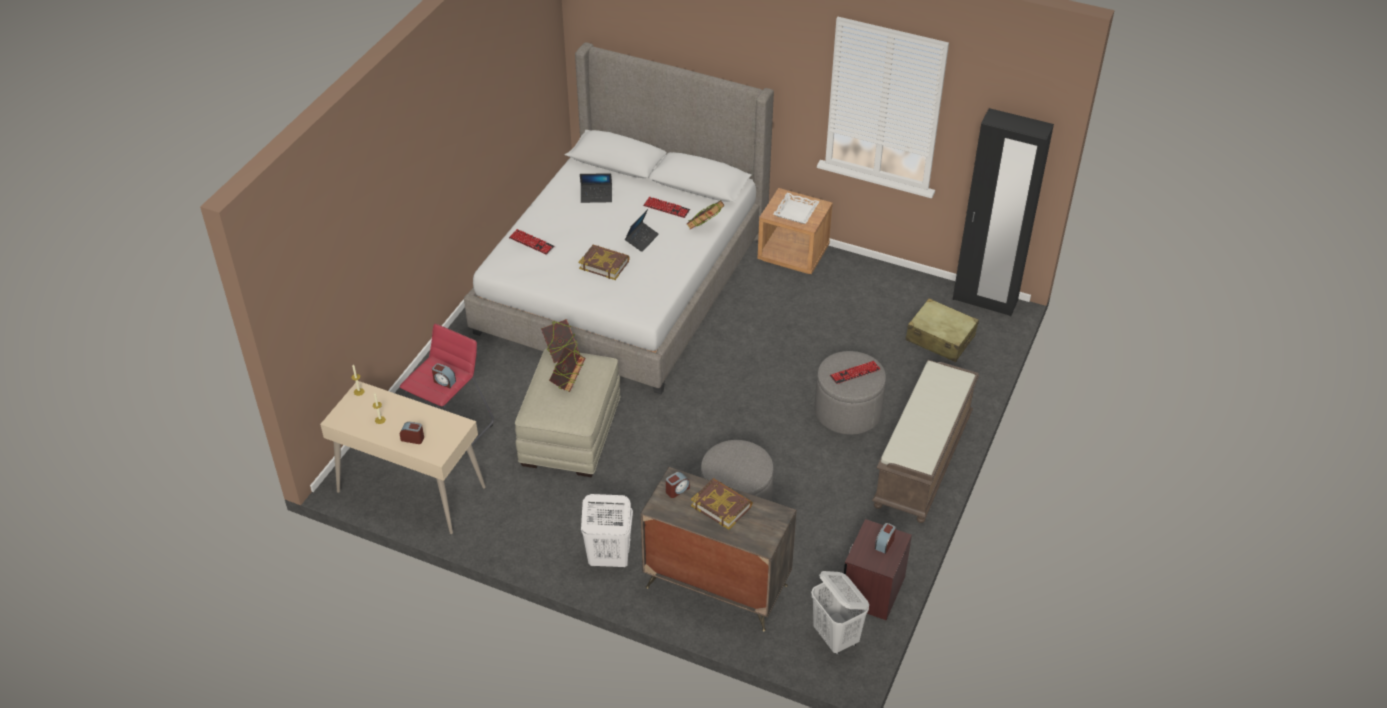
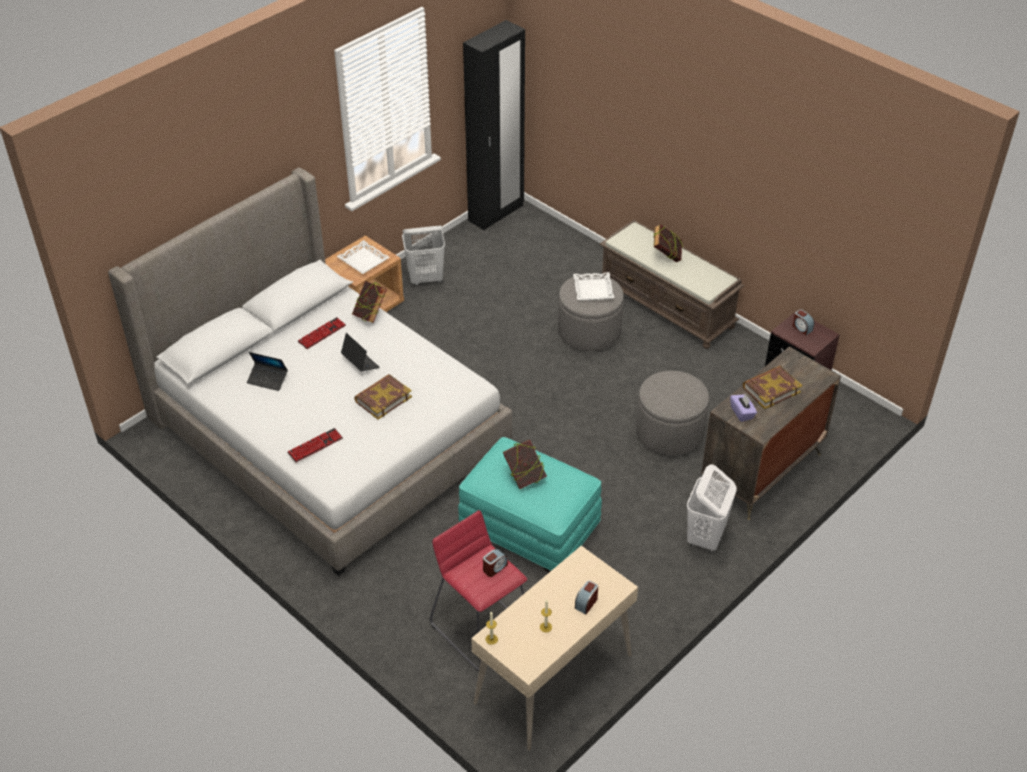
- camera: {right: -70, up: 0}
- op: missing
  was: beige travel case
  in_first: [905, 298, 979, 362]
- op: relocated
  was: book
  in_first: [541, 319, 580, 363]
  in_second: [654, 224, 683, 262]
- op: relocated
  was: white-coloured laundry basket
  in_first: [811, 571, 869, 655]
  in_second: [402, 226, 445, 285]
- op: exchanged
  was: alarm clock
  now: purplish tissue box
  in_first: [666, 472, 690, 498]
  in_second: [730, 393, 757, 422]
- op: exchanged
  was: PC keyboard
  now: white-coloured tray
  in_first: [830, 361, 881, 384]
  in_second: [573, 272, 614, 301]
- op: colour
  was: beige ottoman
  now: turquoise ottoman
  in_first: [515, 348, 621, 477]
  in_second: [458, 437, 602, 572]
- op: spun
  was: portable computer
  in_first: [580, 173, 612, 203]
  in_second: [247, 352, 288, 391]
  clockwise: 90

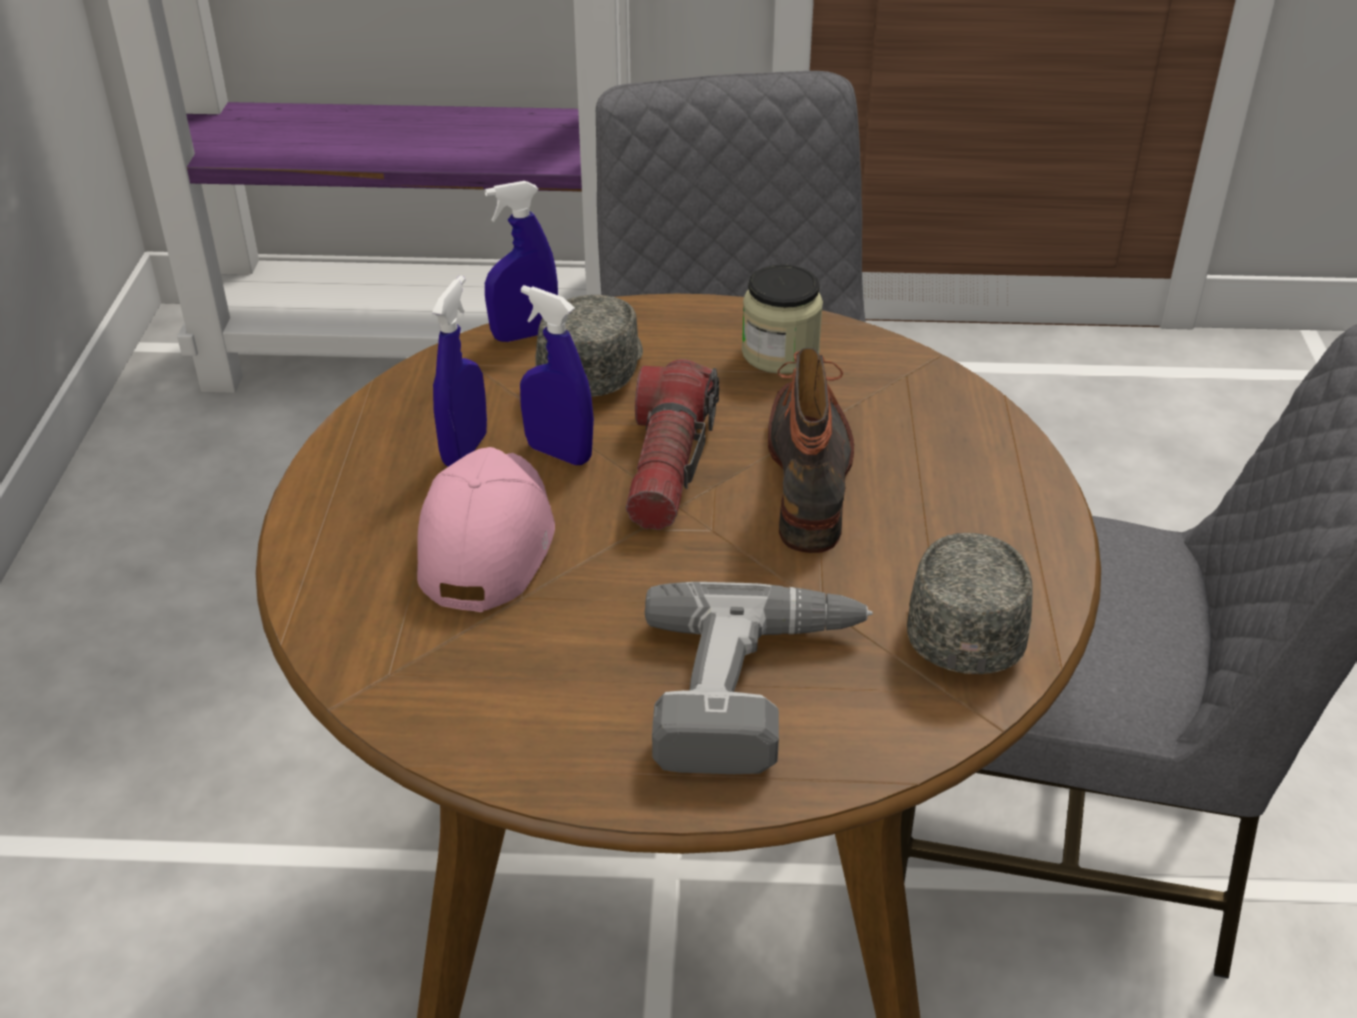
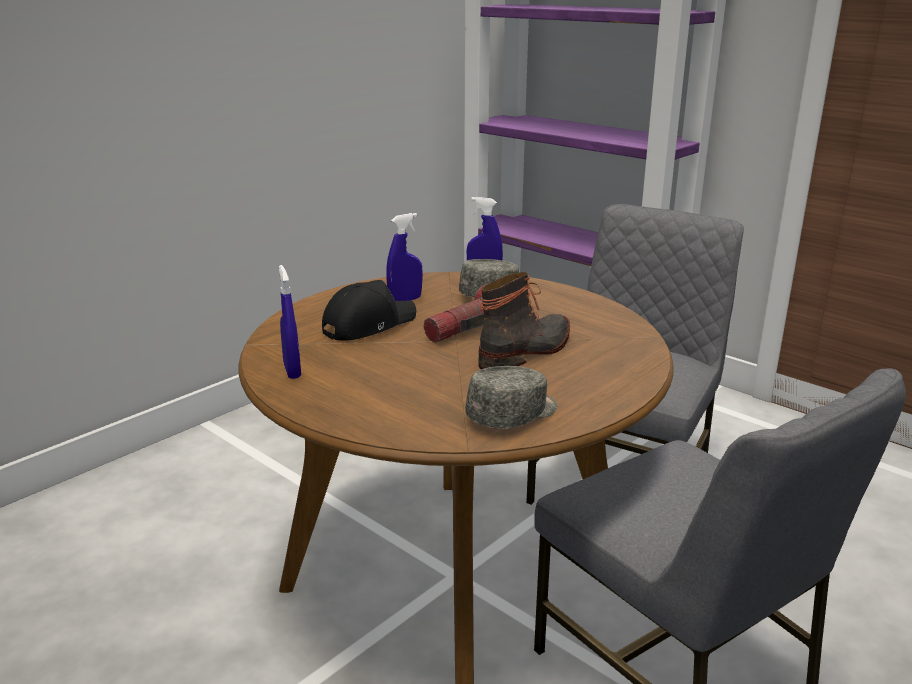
- camera: {right: 40, up: -15}
- op: missing
  was: power drill
  in_first: [645, 582, 873, 774]
- op: missing
  was: storage jar
  in_first: [742, 264, 823, 374]
- op: relocated
  was: bluish hand sprayer
  in_first: [520, 285, 594, 465]
  in_second: [279, 265, 301, 379]
- op: colour
  was: pink-coloured cap
  now: black cap
  in_first: [417, 447, 555, 612]
  in_second: [322, 280, 416, 340]

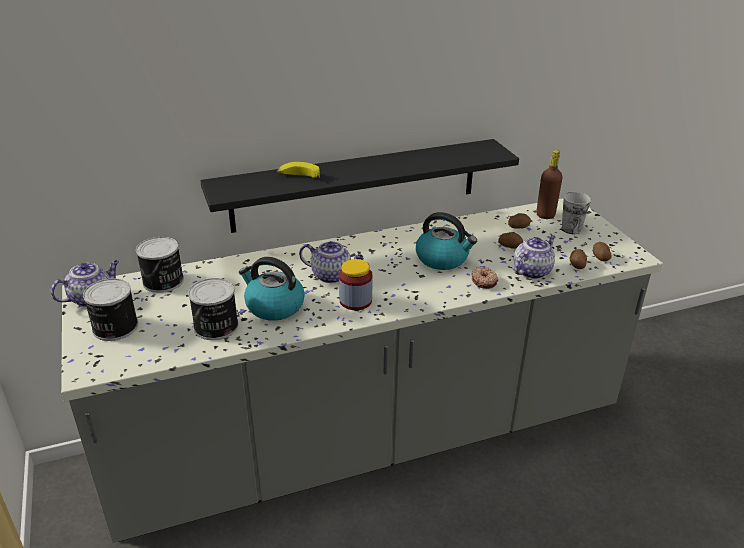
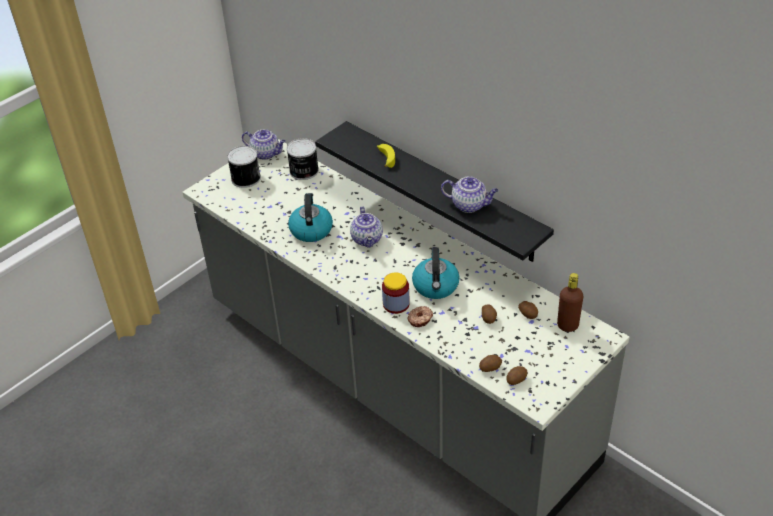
- camera: {right: 65, up: 10}
- op: missing
  was: metal can
  in_first: [188, 278, 239, 340]
- op: missing
  was: small cup
  in_first: [562, 192, 591, 234]
- op: relocated
  was: storage jar
  in_first: [339, 259, 372, 310]
  in_second: [382, 272, 410, 314]
- op: relocated
  was: teapot
  in_first: [514, 235, 556, 279]
  in_second: [441, 176, 499, 213]

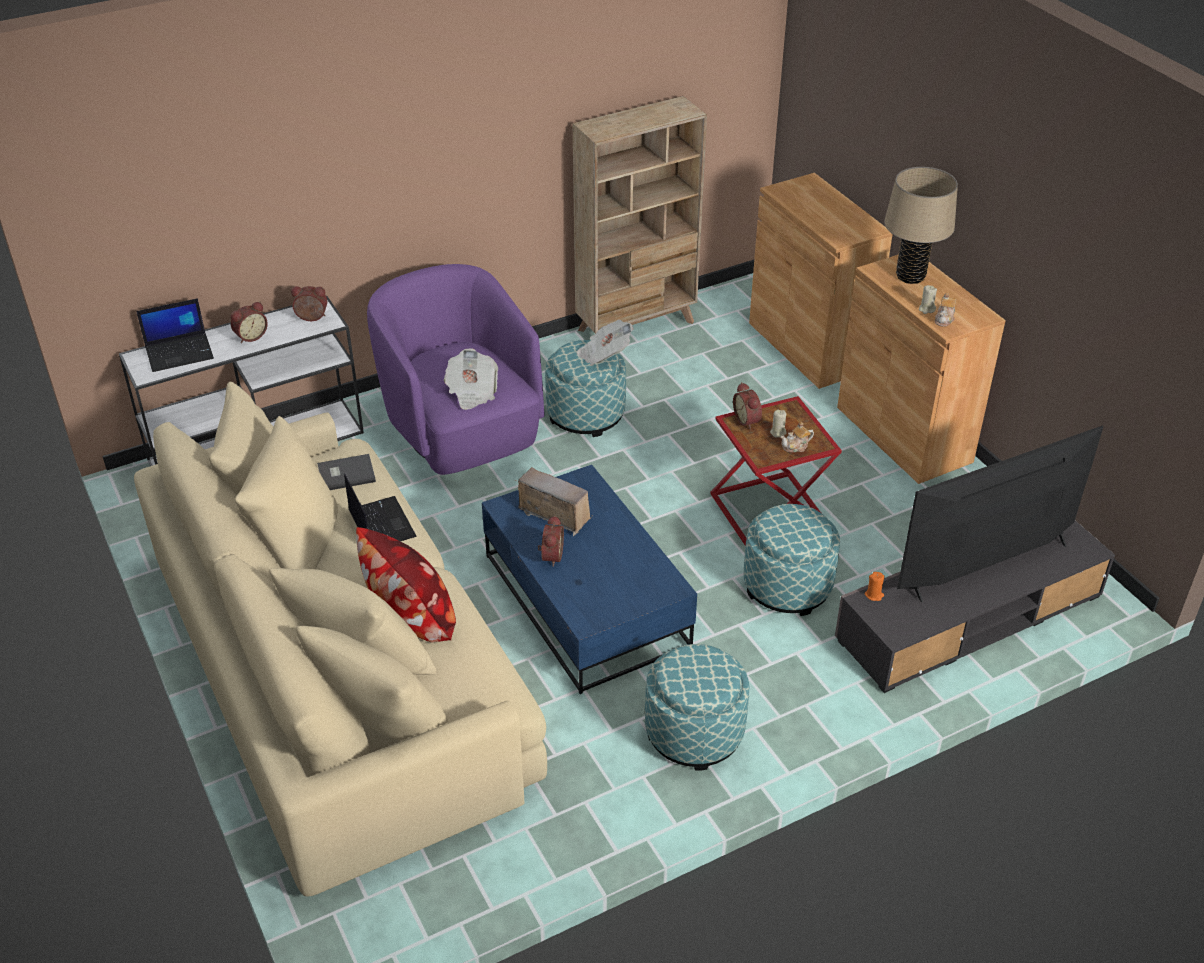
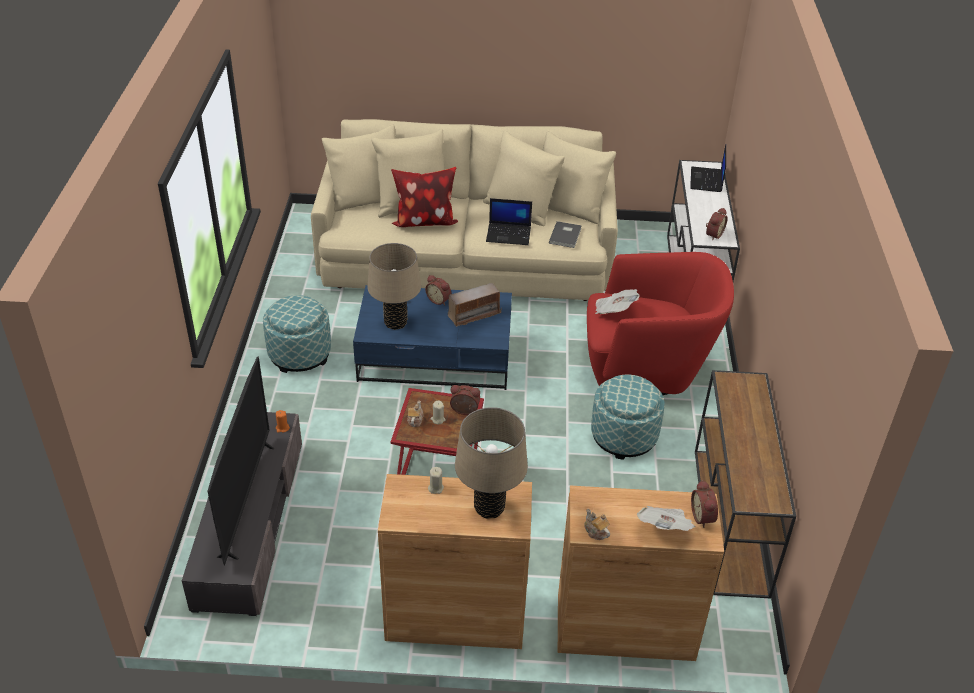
- camera: {right: 120, up: 0}
- op: missing
  was: ottoman
  in_first: [744, 504, 840, 616]
- op: appeared
  now: beige tabletop lamp
  in_second: [367, 243, 421, 330]
- op: relocated
  was: alarm clock
  in_first: [231, 302, 268, 343]
  in_second: [691, 480, 718, 528]
- op: relocated
  was: printed paper
  in_first: [577, 320, 634, 366]
  in_second: [637, 506, 695, 531]
- op: relocated
  was: teapot
  in_first: [935, 293, 956, 327]
  in_second: [584, 509, 610, 540]
- op: exchanged
  was: beige shelving unit
  now: brown narrow table
  in_first: [573, 96, 707, 334]
  in_second: [695, 370, 796, 599]
- op: colour
  was: purplish armchair
  now: red armchair
  in_first: [367, 264, 545, 475]
  in_second: [587, 252, 734, 395]

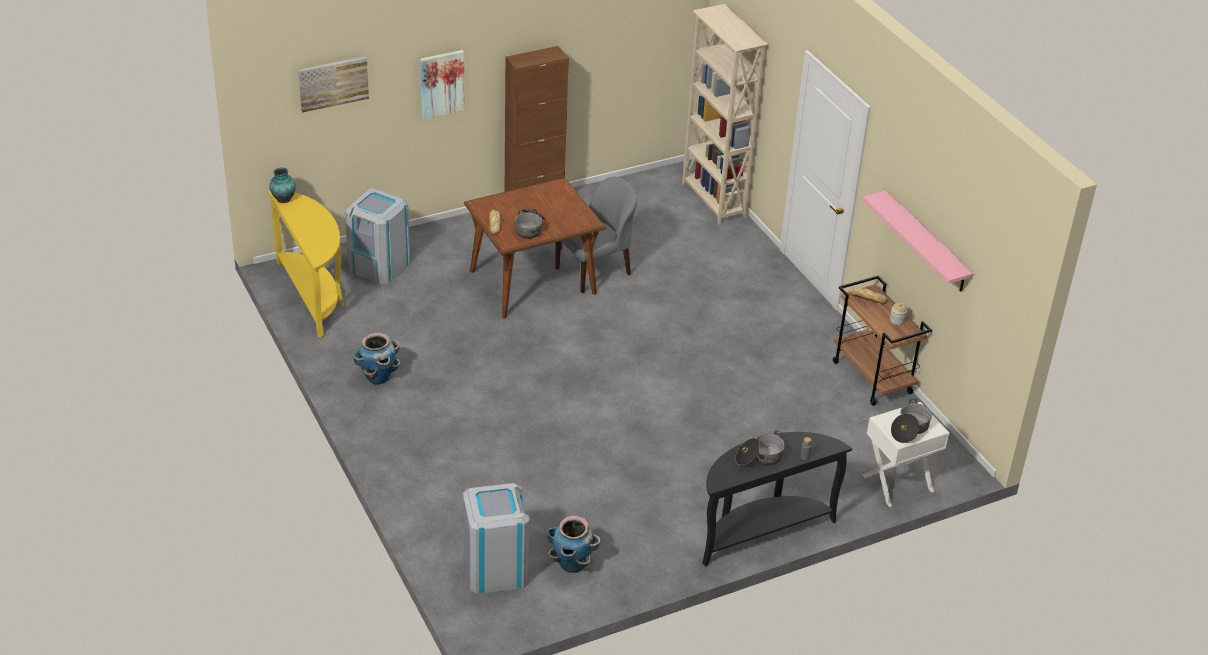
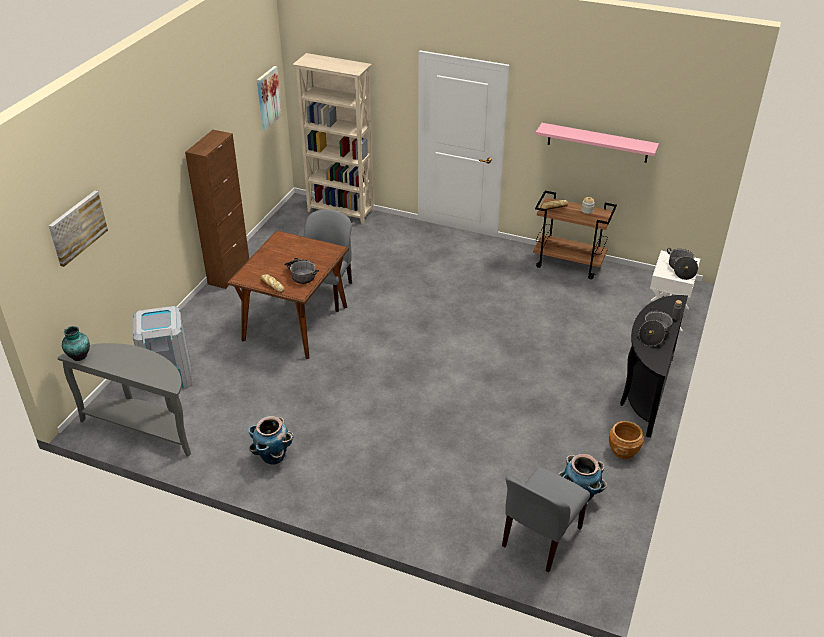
- camera: {right: -40, up: 0}
- op: appeared
  now: brown planter
  in_second: [609, 421, 644, 459]
- op: relocated
  was: wall art
  in_first: [420, 50, 465, 119]
  in_second: [257, 66, 282, 130]
- op: exchanged
  was: gray trash can
  now: gray upright chair
  in_first: [463, 483, 530, 594]
  in_second: [502, 467, 590, 573]
- op: colour
  was: yellow narrow table
  now: gray narrow table
  in_first: [269, 191, 344, 337]
  in_second: [58, 343, 191, 457]

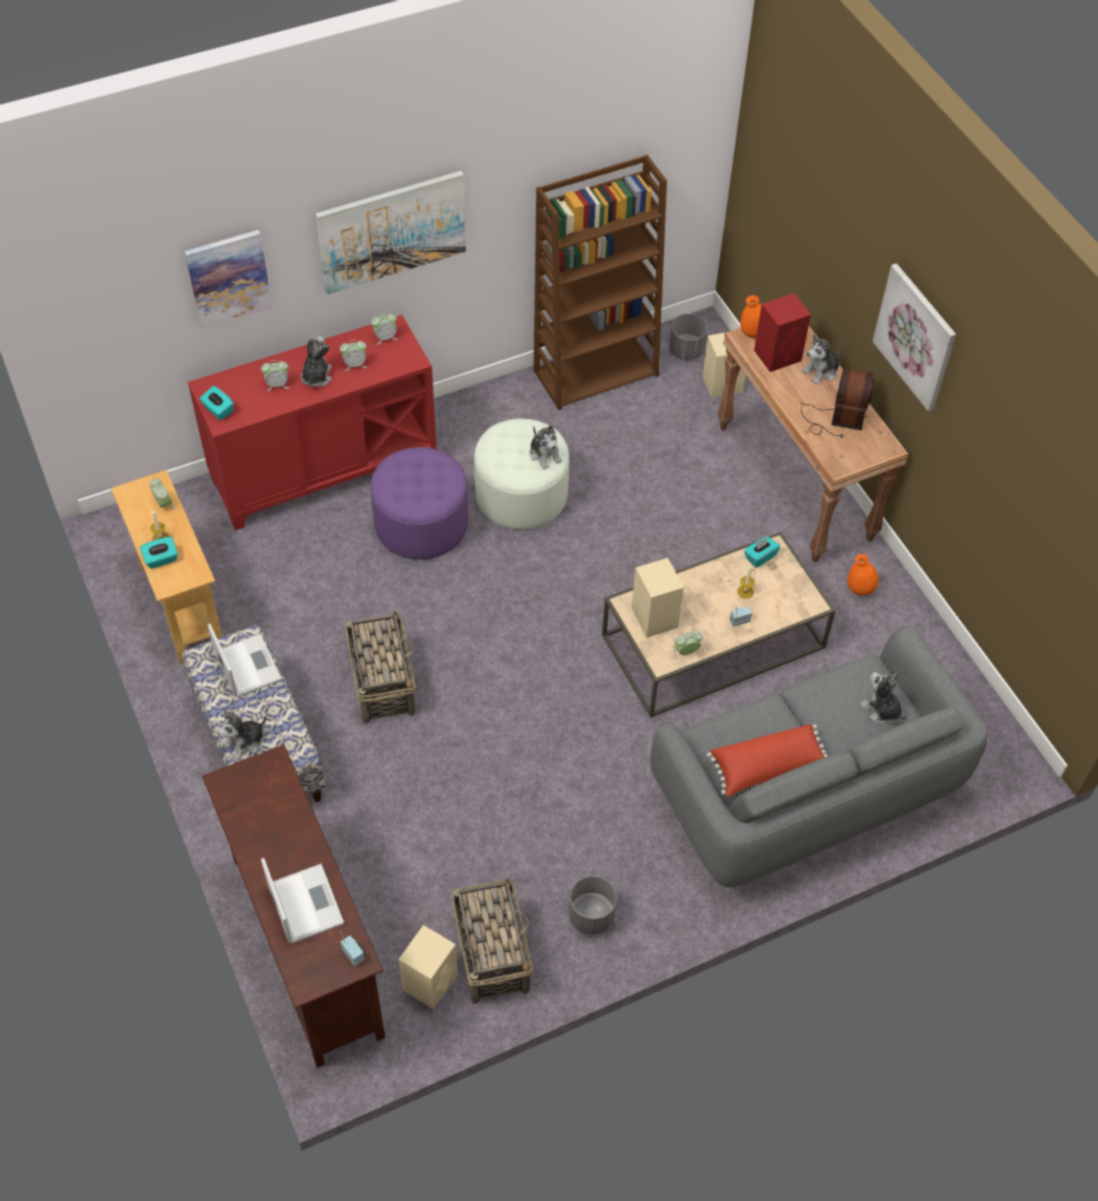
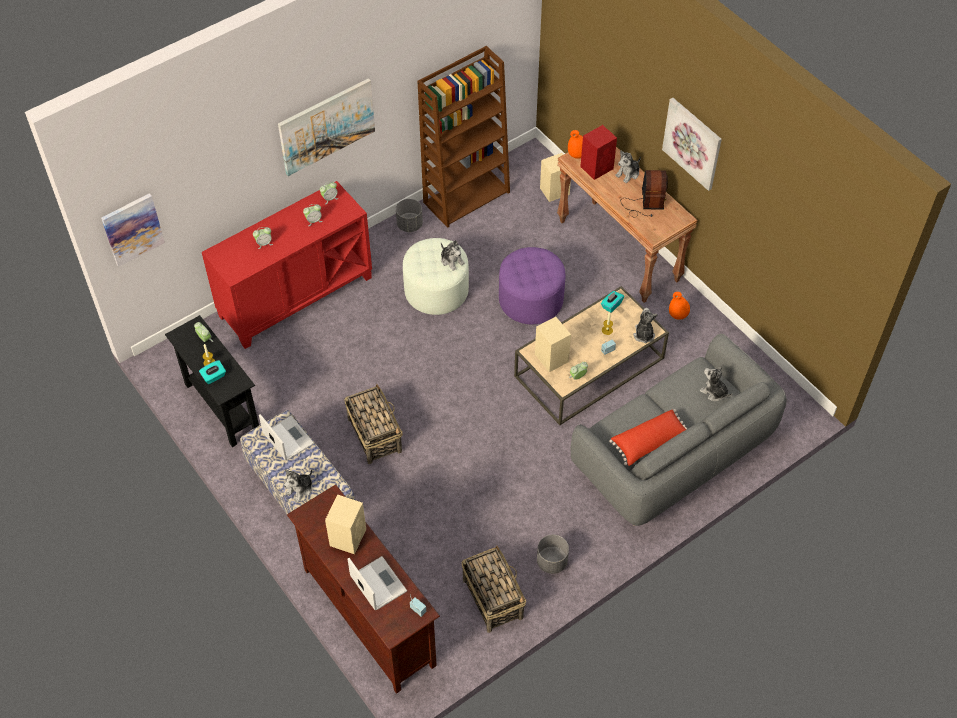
- camera: {right: -10, up: 0}
- op: missing
  was: turquoise tissue box
  in_first: [200, 386, 234, 420]
- op: relocated
  was: wall art
  in_first: [185, 230, 272, 329]
  in_second: [101, 193, 165, 267]
- op: relocated
  was: cuddly toy
  in_first: [301, 336, 332, 387]
  in_second: [633, 308, 658, 343]
- op: relocated
  was: purplish ottoman
  in_first: [371, 447, 468, 559]
  in_second: [499, 247, 565, 324]
- op: relocated
  was: beige speaker
  in_first: [398, 925, 458, 1009]
  in_second: [325, 495, 366, 554]
- op: relocated
  was: gray planter
  in_first: [669, 314, 708, 360]
  in_second: [396, 199, 423, 232]
- op: colour
  was: beige narrow table
  now: black narrow table
  in_first: [111, 470, 222, 664]
  in_second: [165, 315, 259, 447]

